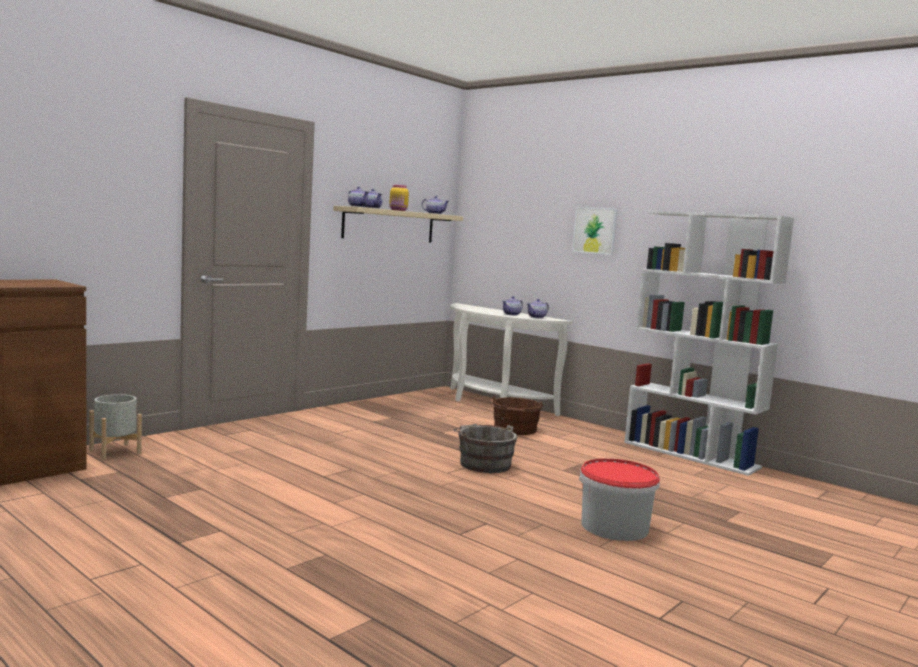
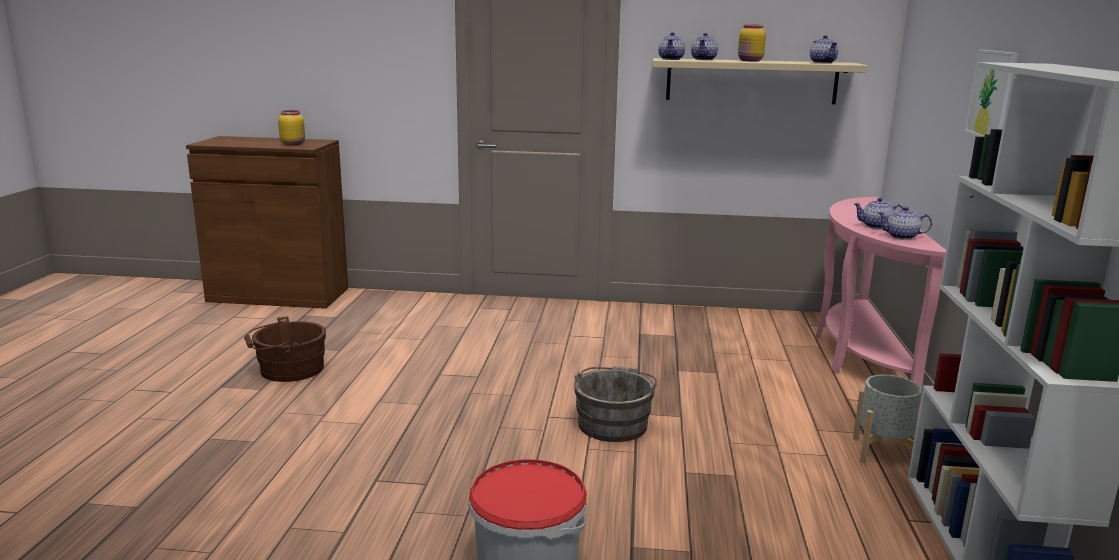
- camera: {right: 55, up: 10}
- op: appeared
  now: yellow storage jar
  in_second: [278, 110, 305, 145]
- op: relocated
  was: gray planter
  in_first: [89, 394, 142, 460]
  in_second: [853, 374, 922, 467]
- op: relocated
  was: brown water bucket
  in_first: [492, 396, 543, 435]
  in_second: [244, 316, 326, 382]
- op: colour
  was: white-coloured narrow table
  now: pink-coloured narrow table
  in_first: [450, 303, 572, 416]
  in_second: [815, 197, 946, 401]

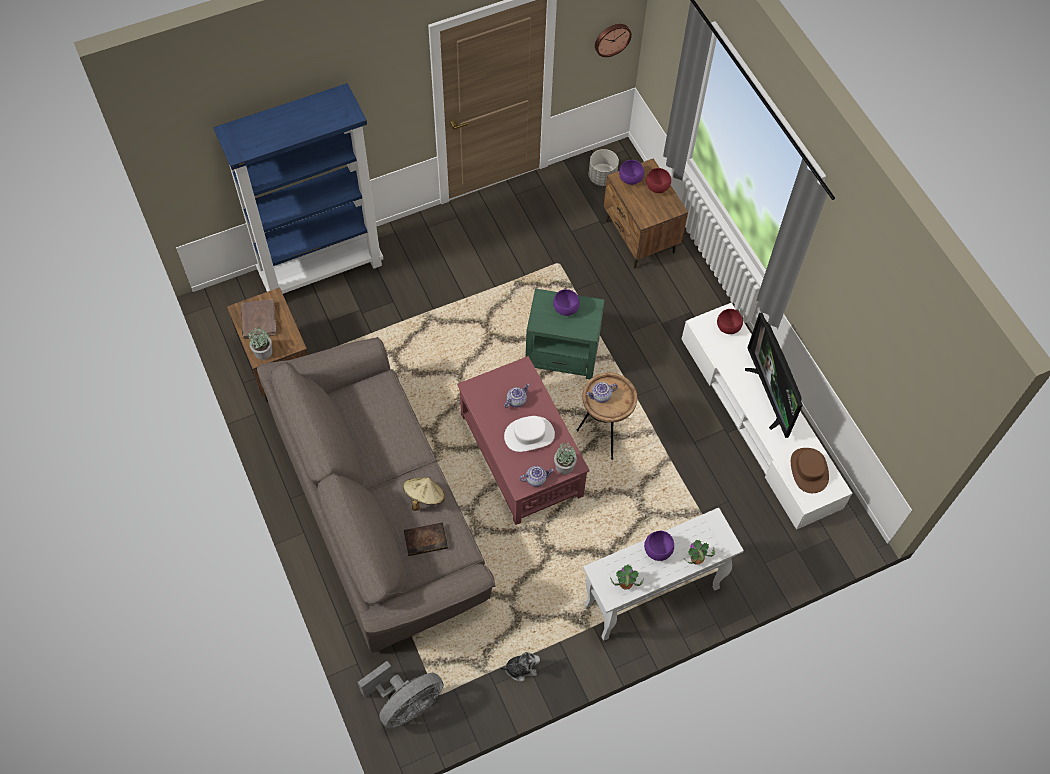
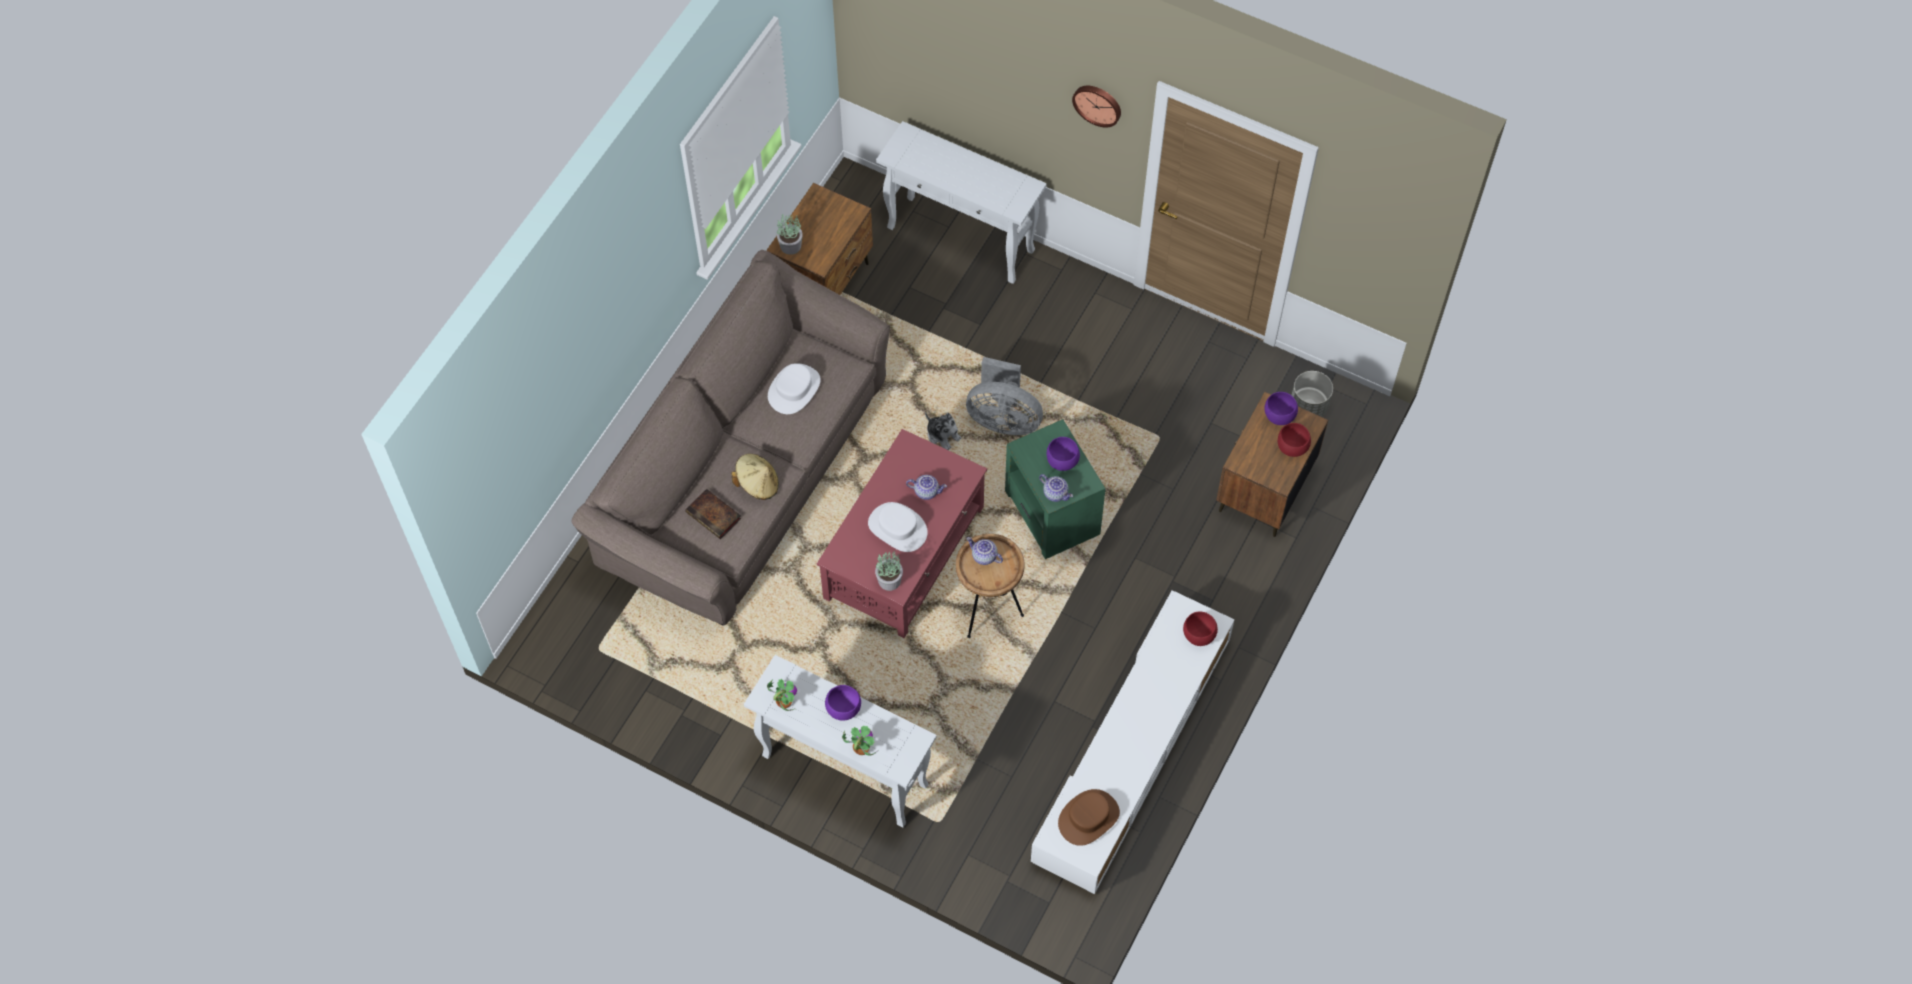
- camera: {right: 55, up: 0}
- op: missing
  was: brown book
  in_first: [240, 299, 277, 339]
- op: missing
  was: television
  in_first: [745, 313, 803, 438]
- op: appeared
  now: white-coloured clothing hat
  in_second: [768, 363, 821, 414]
- op: relocated
  was: gray cooling fan
  in_first: [358, 661, 444, 729]
  in_second: [966, 357, 1043, 435]
- op: relocated
  was: cuddly toy
  in_first: [500, 652, 540, 681]
  in_second: [925, 412, 961, 450]
- op: relocated
  was: teapot
  in_first: [519, 466, 554, 487]
  in_second: [1039, 474, 1073, 502]
- op: relocated
  was: hanging clock
  in_first: [595, 24, 632, 57]
  in_second: [1072, 86, 1121, 128]
- op: exchanged
  was: bluish shelving unit
  now: white-coloured narrow table
  in_first: [214, 83, 383, 294]
  in_second: [876, 121, 1047, 284]

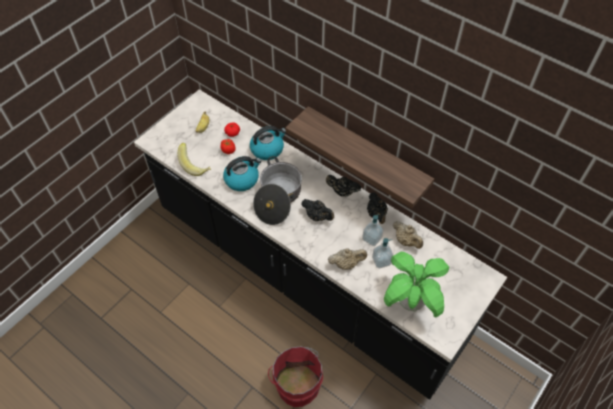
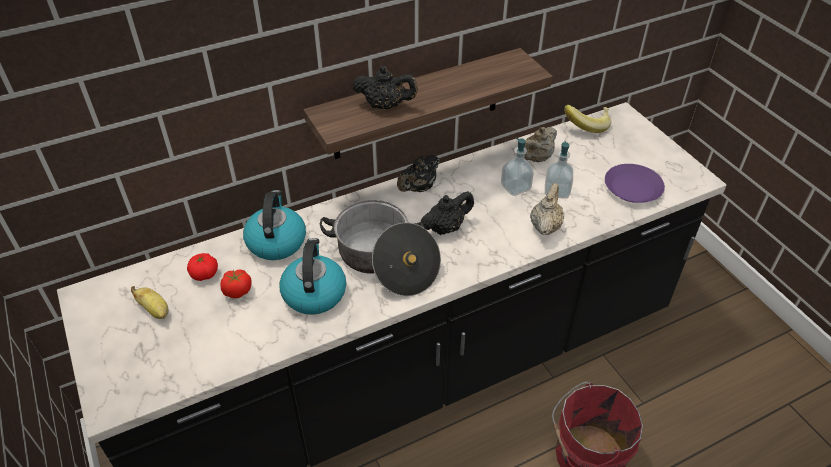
- camera: {right: -65, up: -10}
- op: relocated
  was: banana fruit
  in_first: [178, 143, 211, 176]
  in_second: [564, 105, 611, 133]
- op: relocated
  was: black teapot
  in_first: [367, 192, 388, 224]
  in_second: [353, 66, 418, 109]
- op: exchanged
  was: houseplant
  now: purplish dinner plate
  in_first: [384, 252, 449, 318]
  in_second: [605, 164, 665, 203]
- op: spun
  was: beige teapot
  in_first: [393, 221, 423, 249]
  in_second: [524, 127, 557, 162]
  clockwise: 150

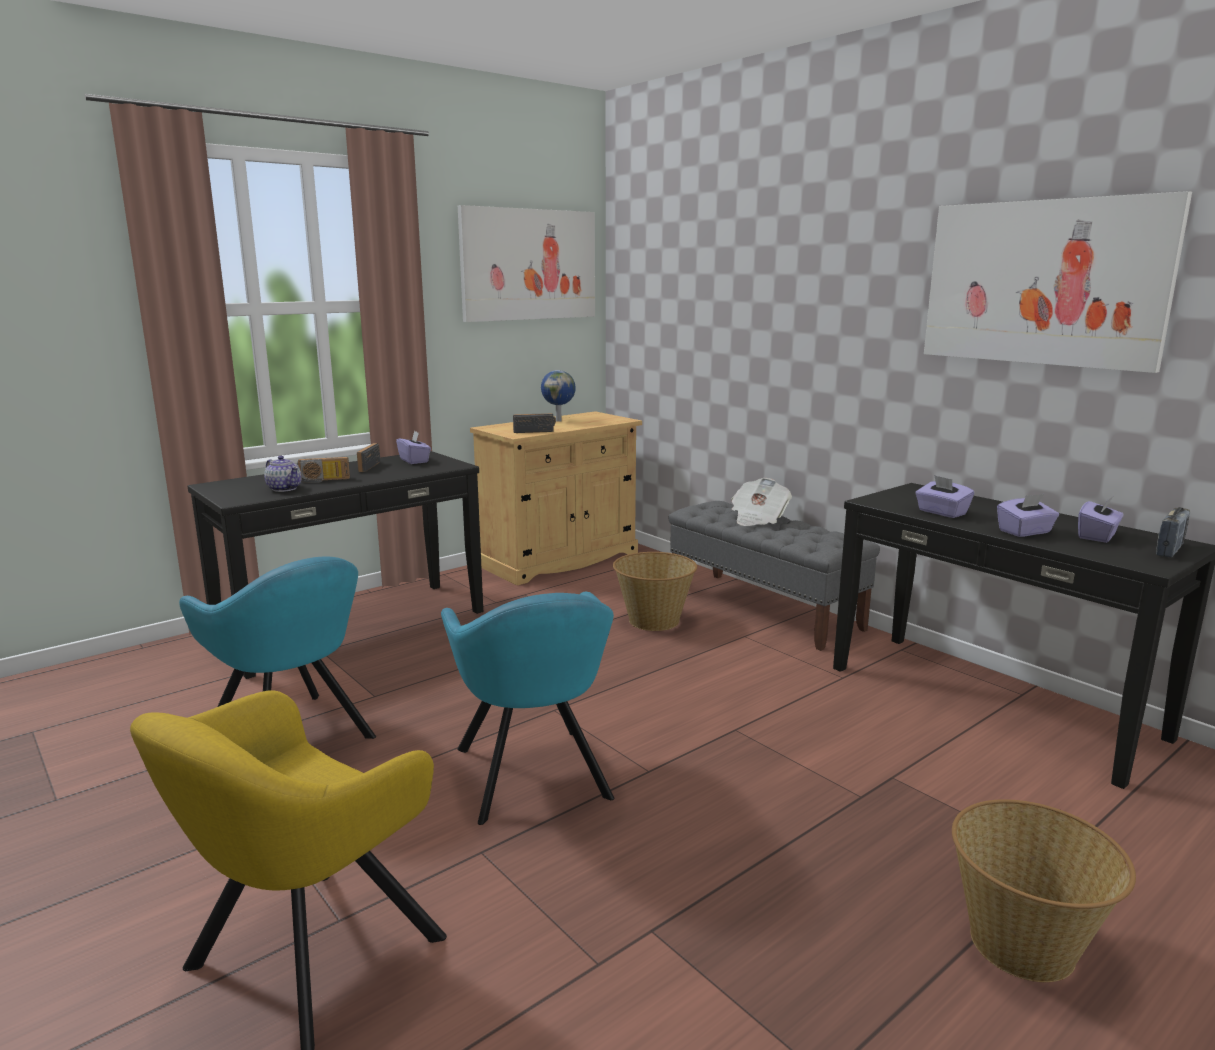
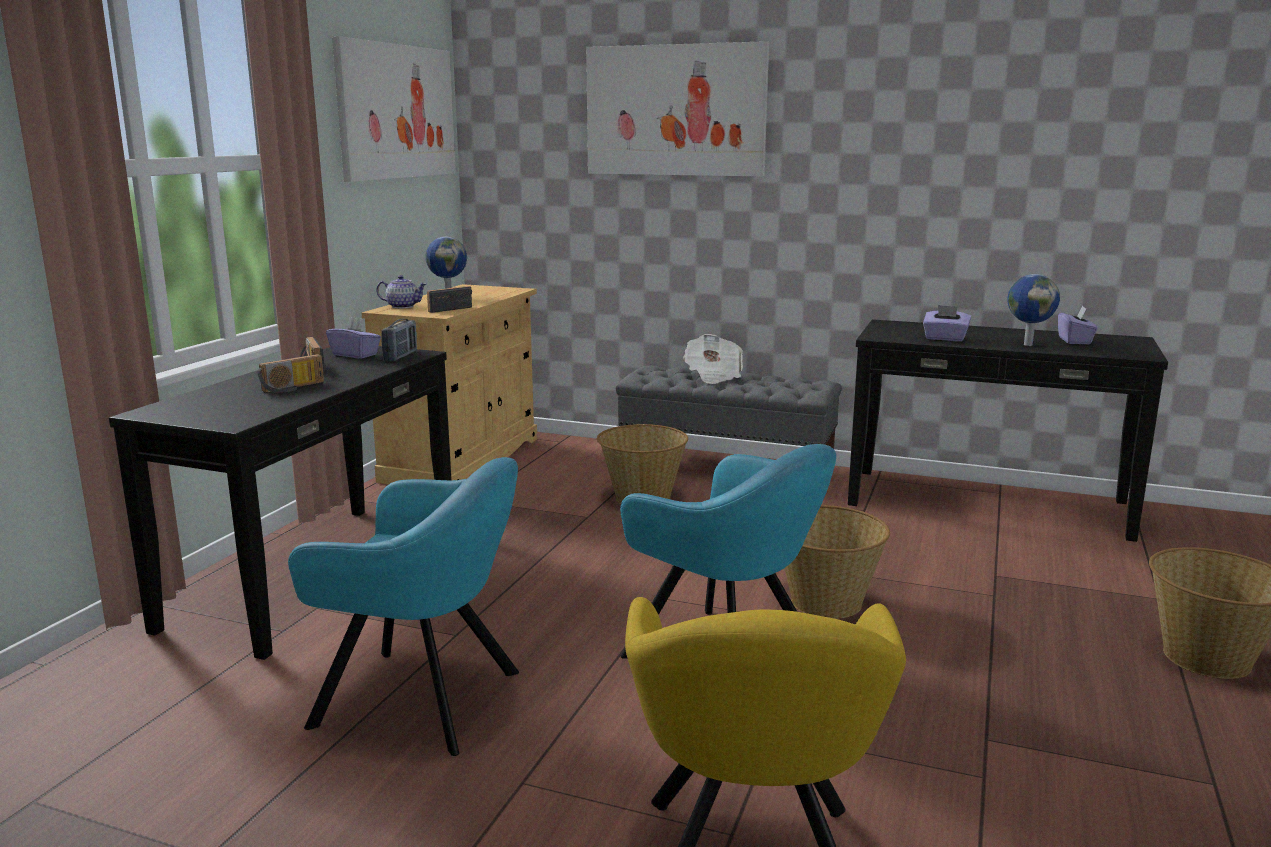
- camera: {right: -30, up: 0}
- op: appeared
  now: basket
  in_second: [785, 505, 890, 619]
- op: relocated
  was: teapot
  in_first: [264, 456, 302, 492]
  in_second: [376, 275, 426, 309]
- op: relocated
  was: wall art
  in_first: [924, 191, 1192, 373]
  in_second: [586, 41, 769, 177]
- op: relocated
  was: radio set
  in_first: [1156, 507, 1190, 558]
  in_second: [381, 319, 417, 361]
- op: exchanged
  was: purplish tissue box
  now: world globe
  in_first: [997, 494, 1059, 537]
  in_second: [1008, 274, 1060, 346]

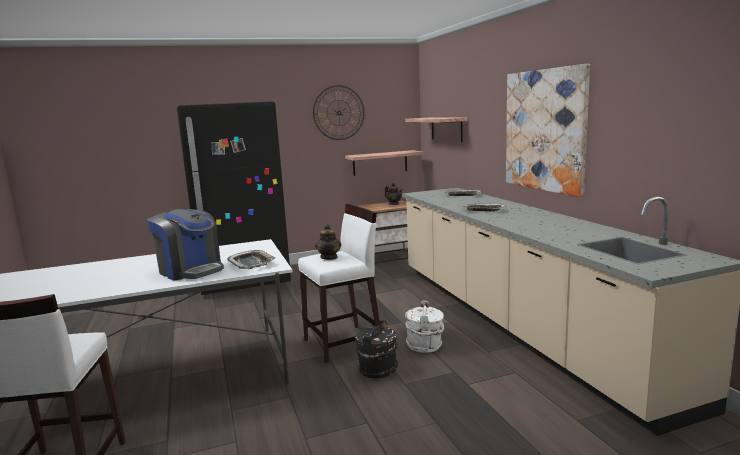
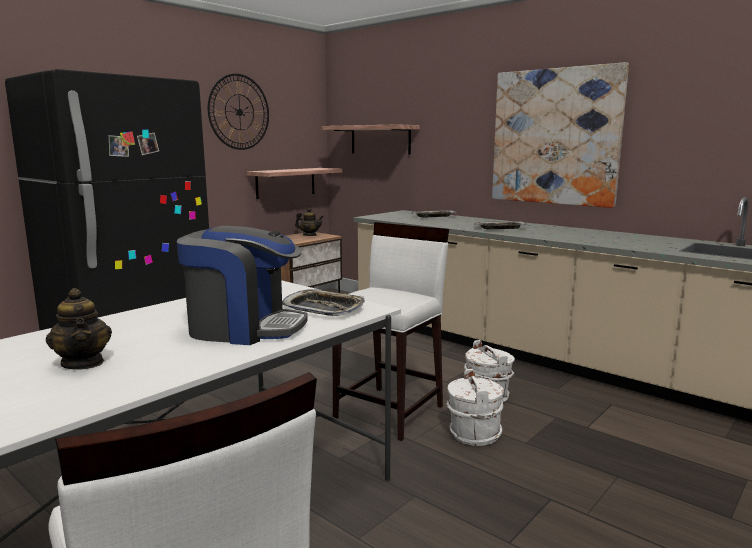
- camera: {right: -30, up: 0}
- op: relocated
  was: teapot
  in_first: [315, 224, 341, 260]
  in_second: [46, 288, 112, 370]
- op: colour
  was: black water bucket
  now: white-coloured water bucket
  in_first: [355, 320, 398, 378]
  in_second: [446, 369, 504, 446]

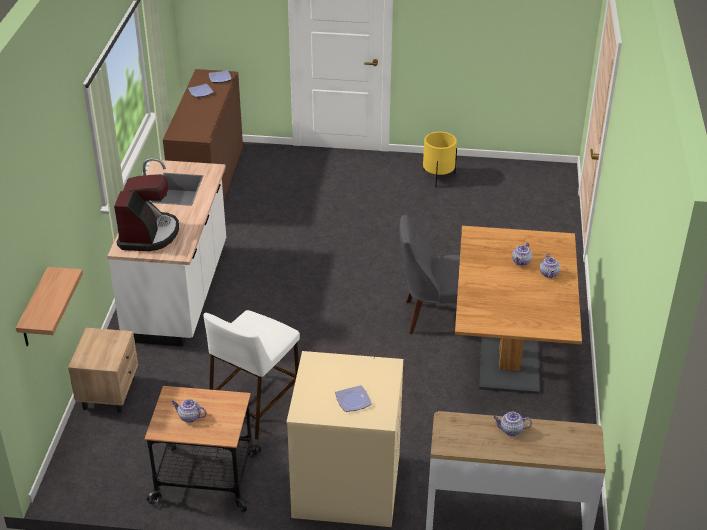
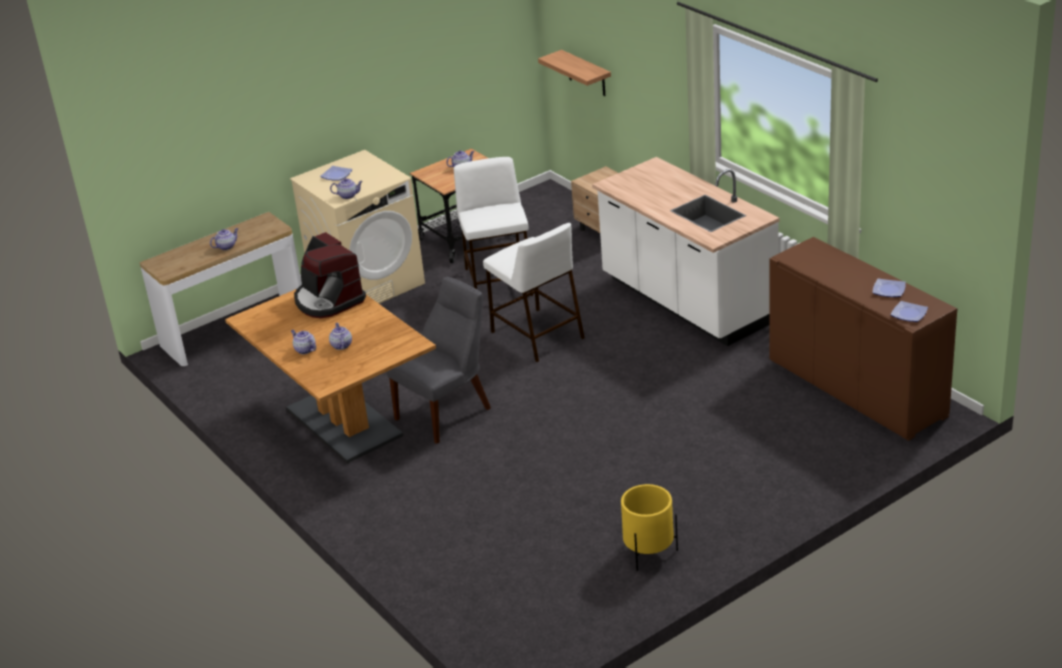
- camera: {right: 140, up: -5}
- op: appeared
  now: teapot
  in_second: [330, 178, 363, 199]
- op: appeared
  now: white-coloured stool
  in_second: [483, 223, 585, 362]
- op: relocated
  was: coffee brewer
  in_first: [114, 174, 179, 251]
  in_second: [294, 232, 366, 318]

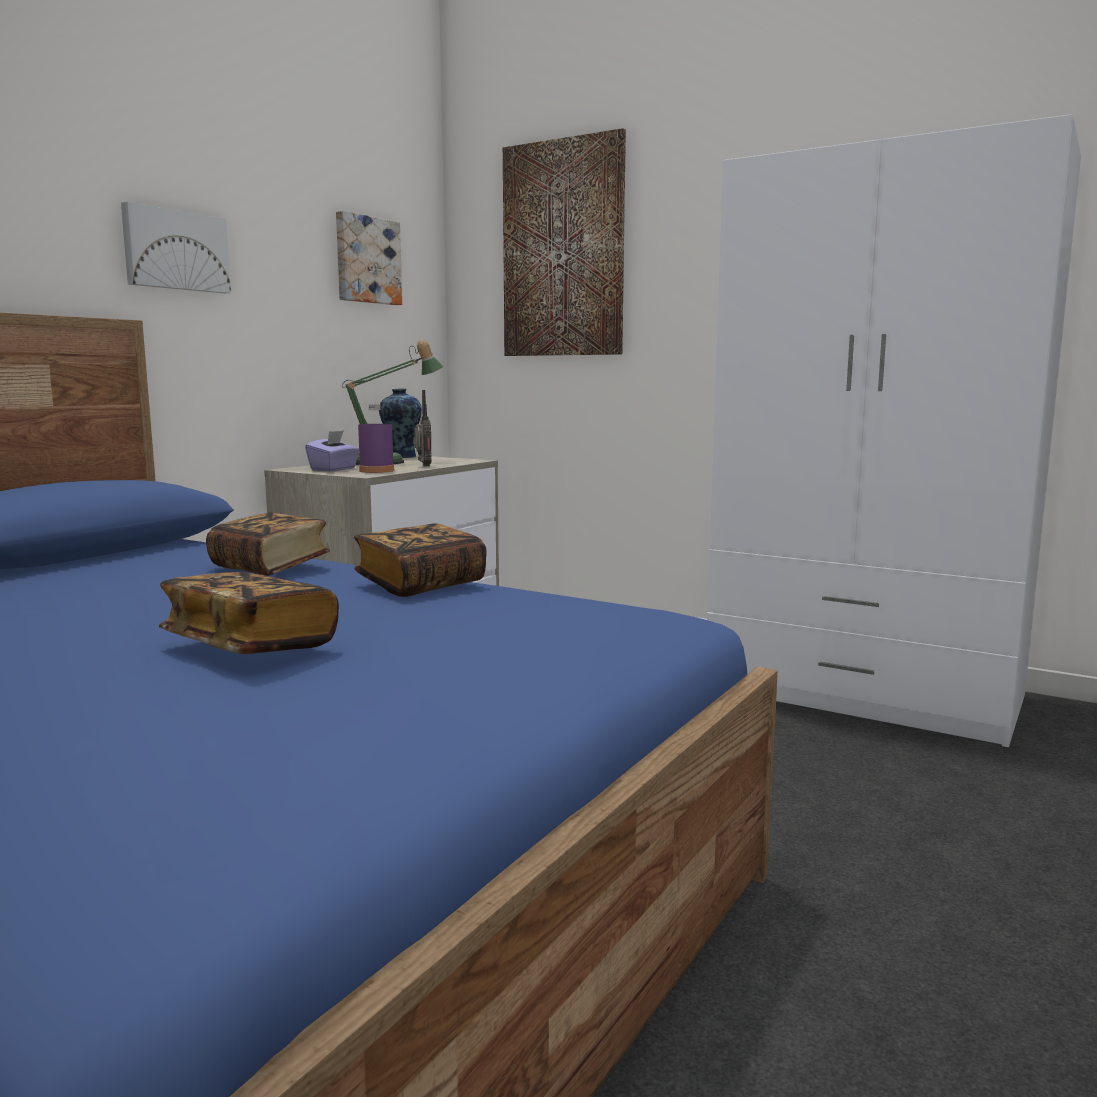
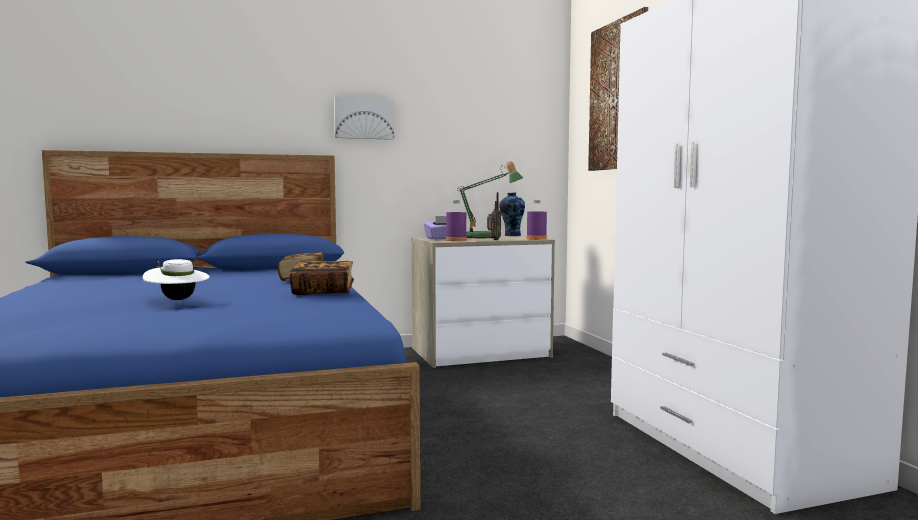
- camera: {right: 40, up: -5}
- op: missing
  was: wall art
  in_first: [336, 211, 402, 305]
- op: appeared
  now: purplish drink bottle
  in_second: [527, 200, 547, 240]
- op: exchanged
  was: book
  now: white-coloured clothing hat
  in_first: [159, 572, 339, 654]
  in_second: [143, 259, 210, 300]

